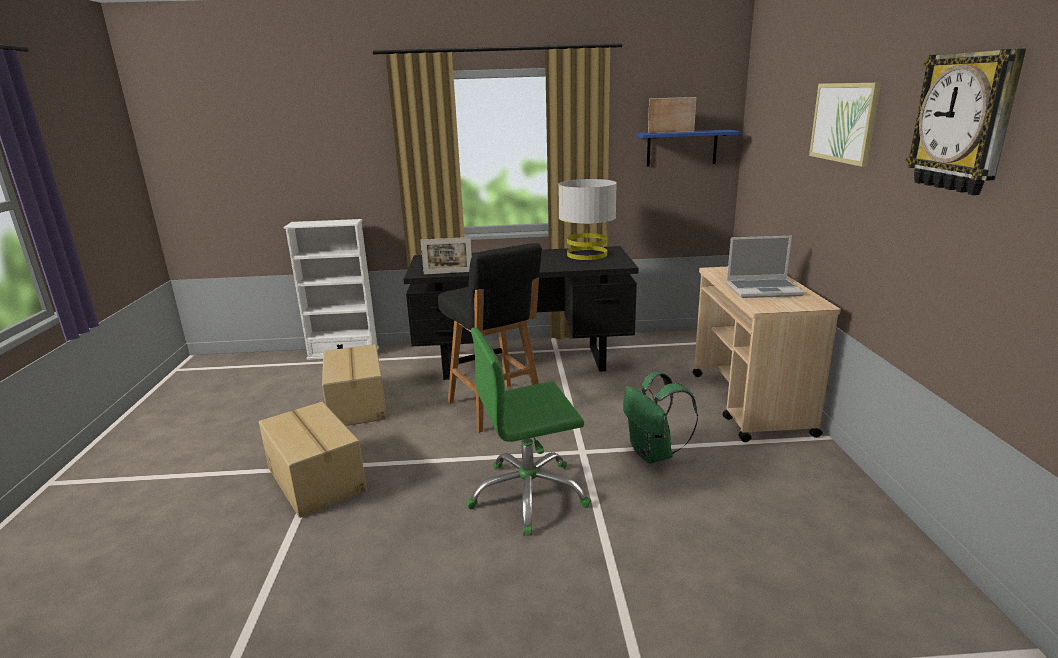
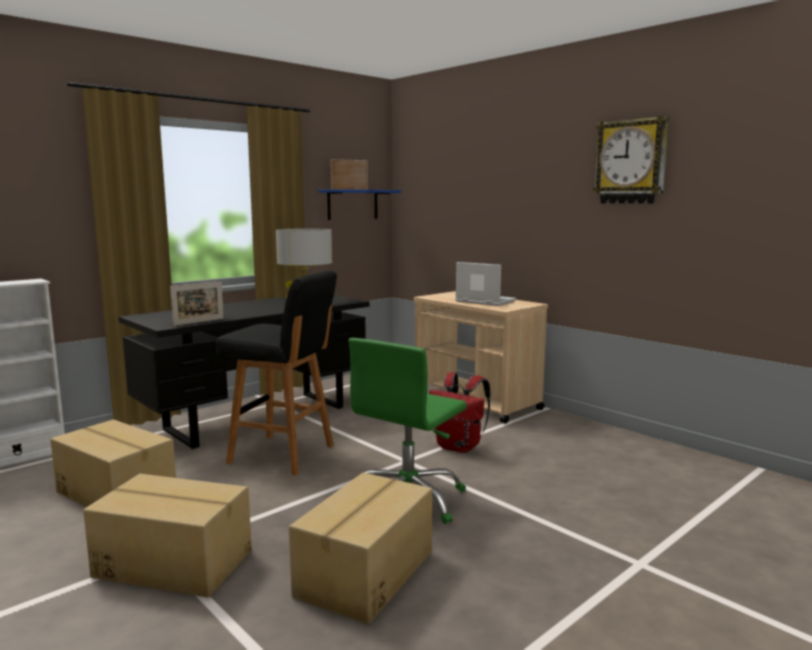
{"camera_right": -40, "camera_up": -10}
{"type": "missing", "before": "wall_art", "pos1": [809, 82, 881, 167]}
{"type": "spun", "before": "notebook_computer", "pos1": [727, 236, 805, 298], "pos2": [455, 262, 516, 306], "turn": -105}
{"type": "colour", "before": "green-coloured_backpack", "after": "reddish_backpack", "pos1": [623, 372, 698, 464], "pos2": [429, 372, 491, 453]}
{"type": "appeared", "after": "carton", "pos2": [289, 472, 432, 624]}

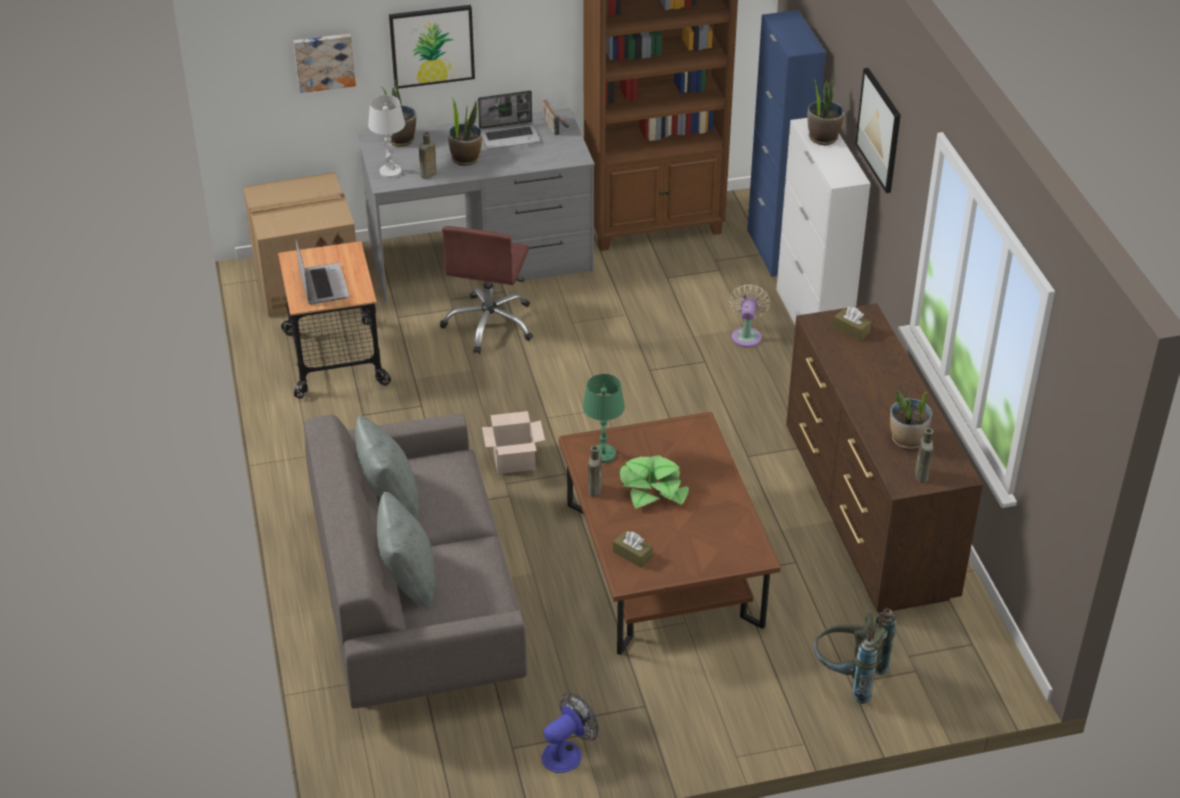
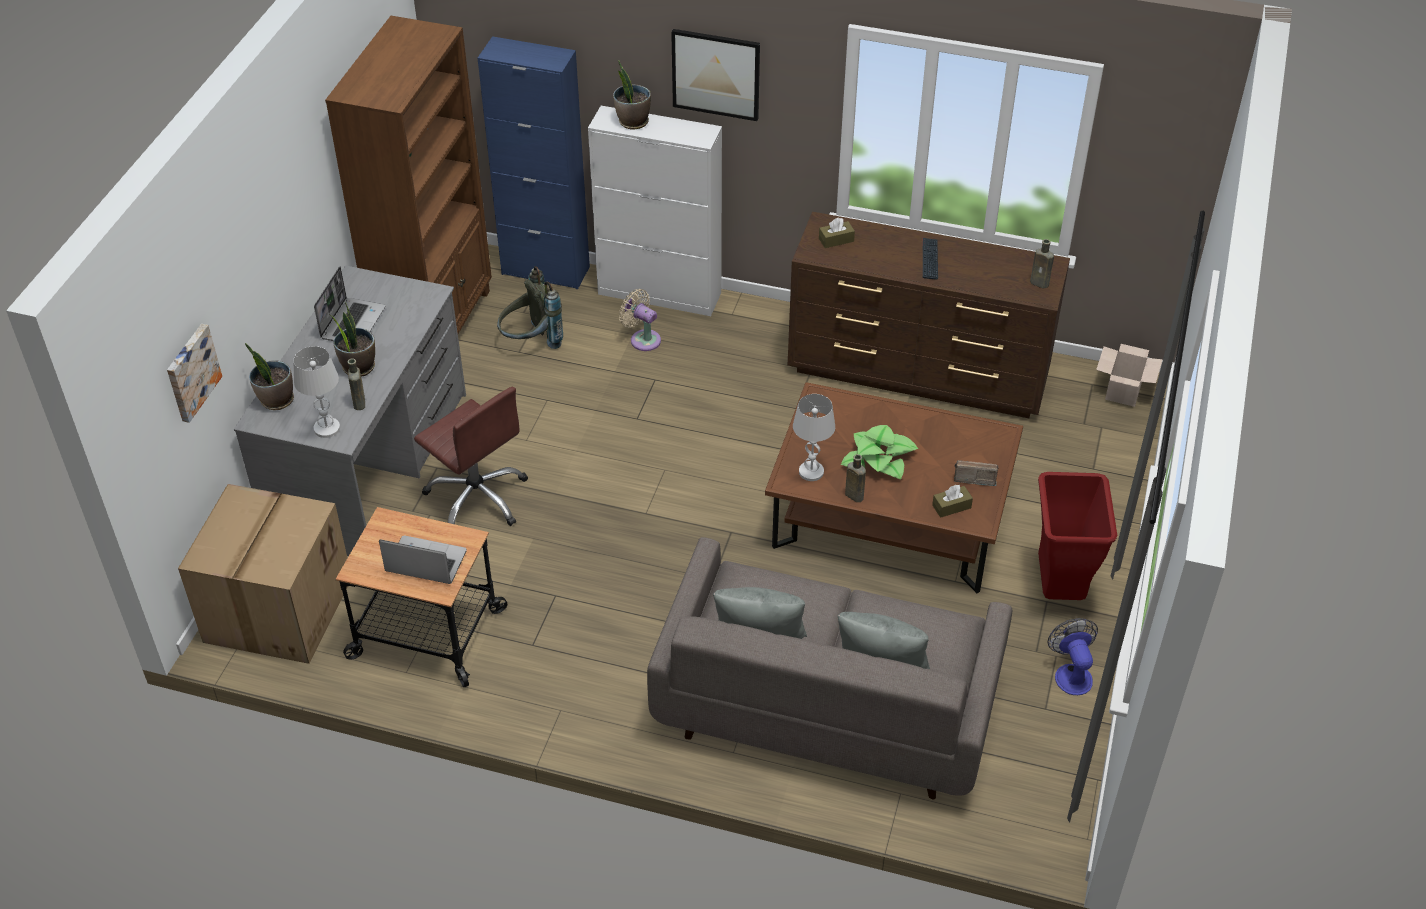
{"camera_right": -60, "camera_up": 5}
{"type": "missing", "before": "wall_art", "pos1": [389, 5, 475, 89]}
{"type": "relocated", "before": "radio_receiver", "pos1": [542, 99, 572, 136], "pos2": [954, 460, 999, 486]}
{"type": "colour", "before": "green-coloured_table_lamp", "after": "whitish_table_lamp", "pos1": [583, 374, 625, 463], "pos2": [793, 394, 835, 481]}
{"type": "missing", "before": "plant_in_a_pot", "pos1": [890, 391, 932, 449]}
{"type": "relocated", "before": "carton", "pos1": [482, 411, 545, 474], "pos2": [1096, 344, 1163, 407]}
{"type": "relocated", "before": "gray_backpack", "pos1": [813, 607, 896, 704], "pos2": [497, 266, 563, 349]}
{"type": "appeared", "after": "keyboard", "pos2": [923, 238, 938, 280]}
{"type": "appeared", "after": "reddish_rubbish_bin", "pos2": [1038, 472, 1117, 600]}

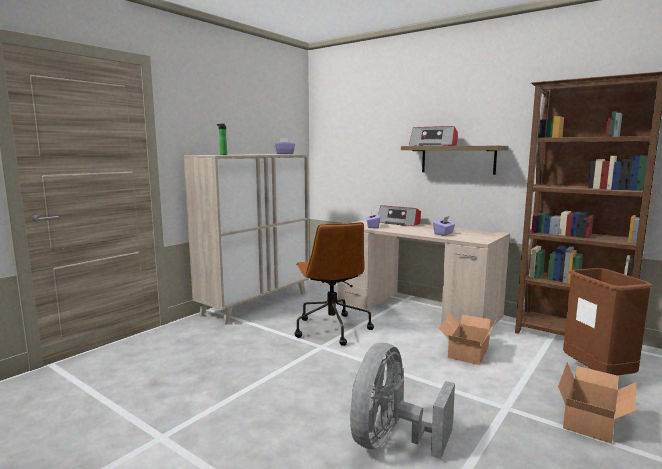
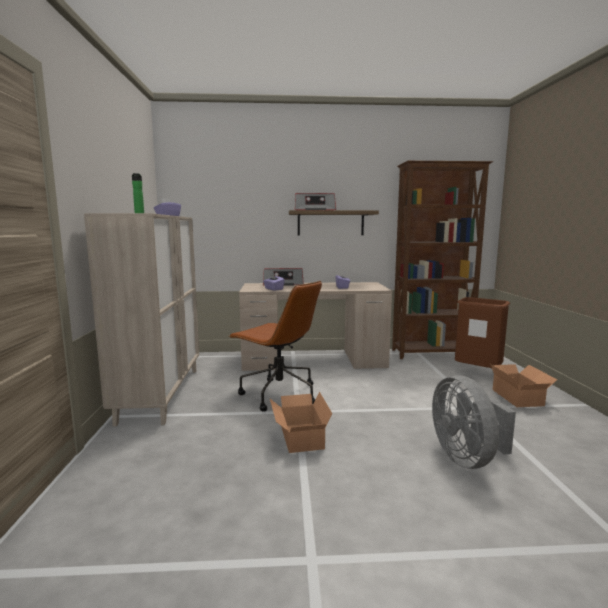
{"camera_right": -40, "camera_up": 0}
{"type": "relocated", "before": "carton", "pos1": [439, 313, 496, 365], "pos2": [270, 391, 332, 453]}

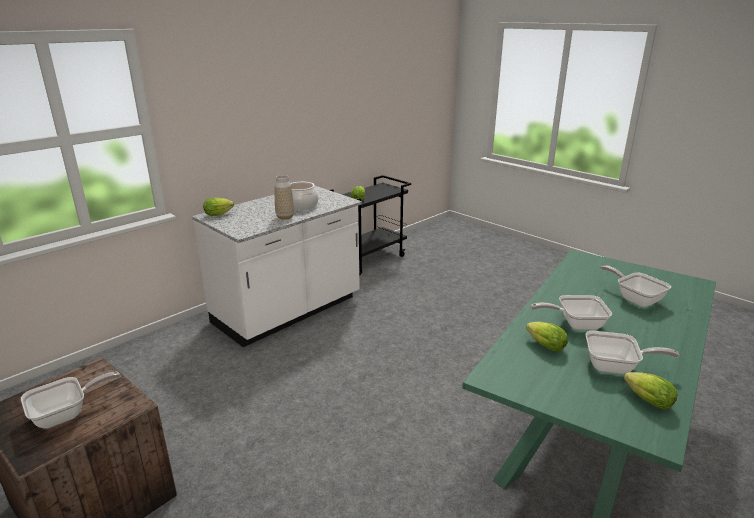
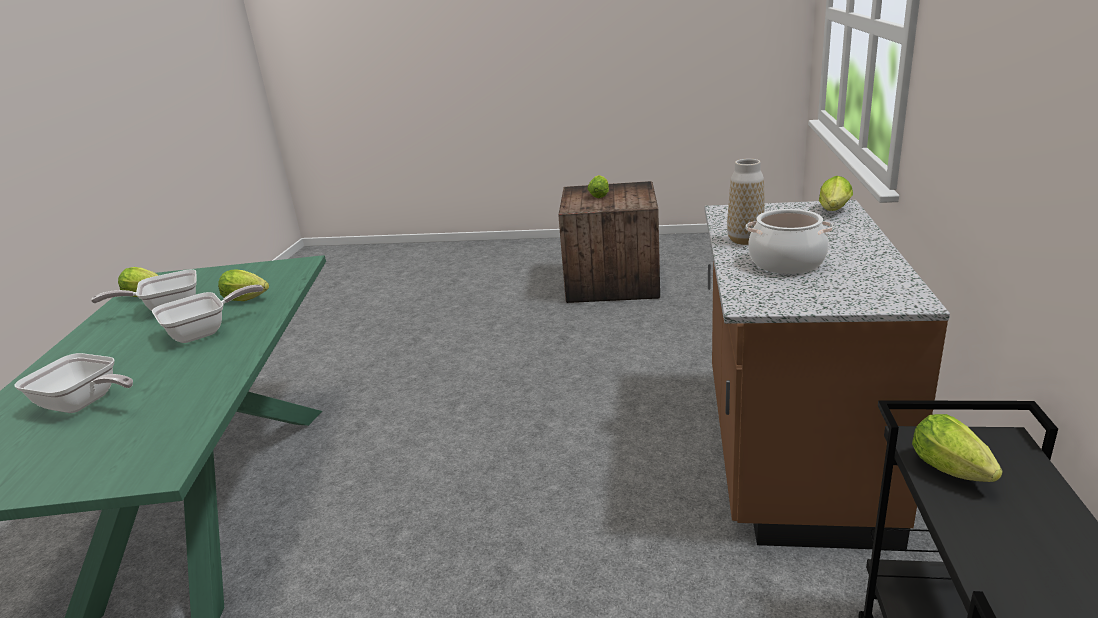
{"camera_right": 145, "camera_up": 0}
{"type": "colour", "before": "whitish_counter", "after": "brownish_counter", "pos1": [192, 186, 362, 347], "pos2": [705, 200, 950, 550]}
{"type": "exchanged", "before": "skillet", "after": "head_of_lettuce", "pos1": [21, 372, 120, 428], "pos2": [588, 175, 609, 198]}

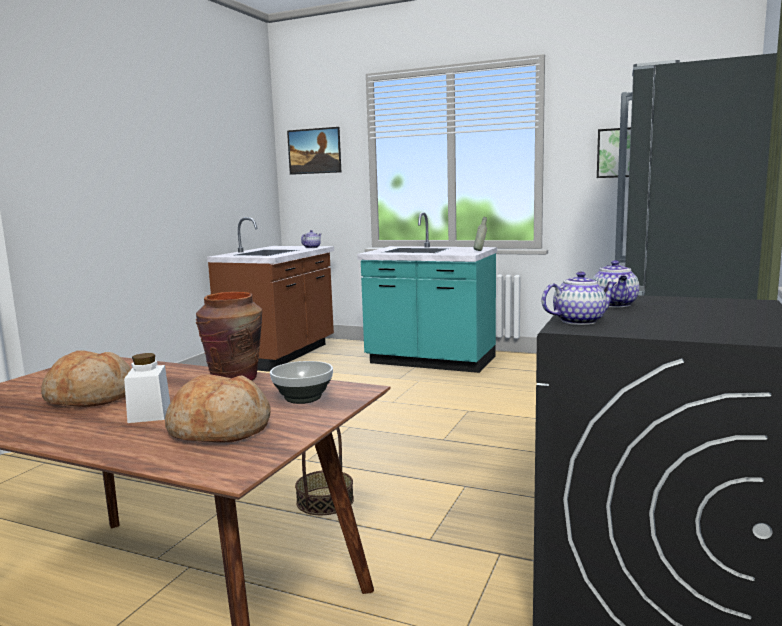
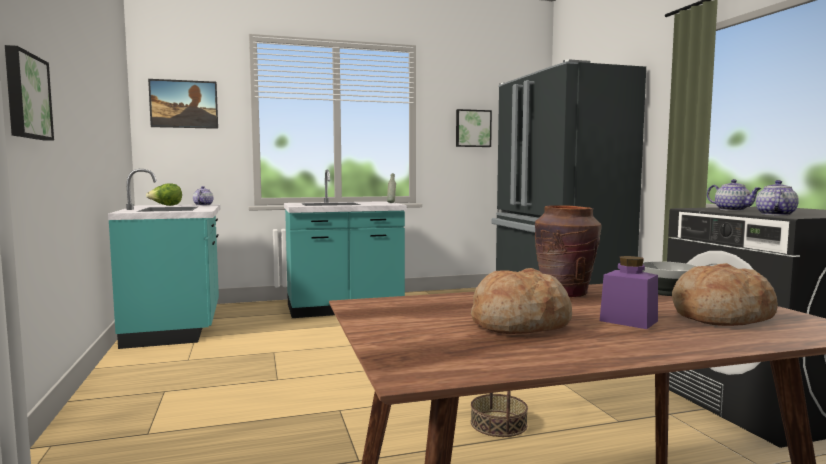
{"camera_right": -40, "camera_up": -5}
{"type": "colour", "before": "brownish_counter", "after": "turquoise_counter", "pos1": [207, 217, 334, 372], "pos2": [108, 169, 221, 349]}
{"type": "colour", "before": "whitish_jar", "after": "purplish_jar", "pos1": [124, 353, 170, 423], "pos2": [600, 256, 658, 329]}
{"type": "appeared", "after": "wall_art", "pos2": [5, 45, 54, 141]}
{"type": "appeared", "after": "head_of_lettuce", "pos2": [146, 183, 182, 206]}

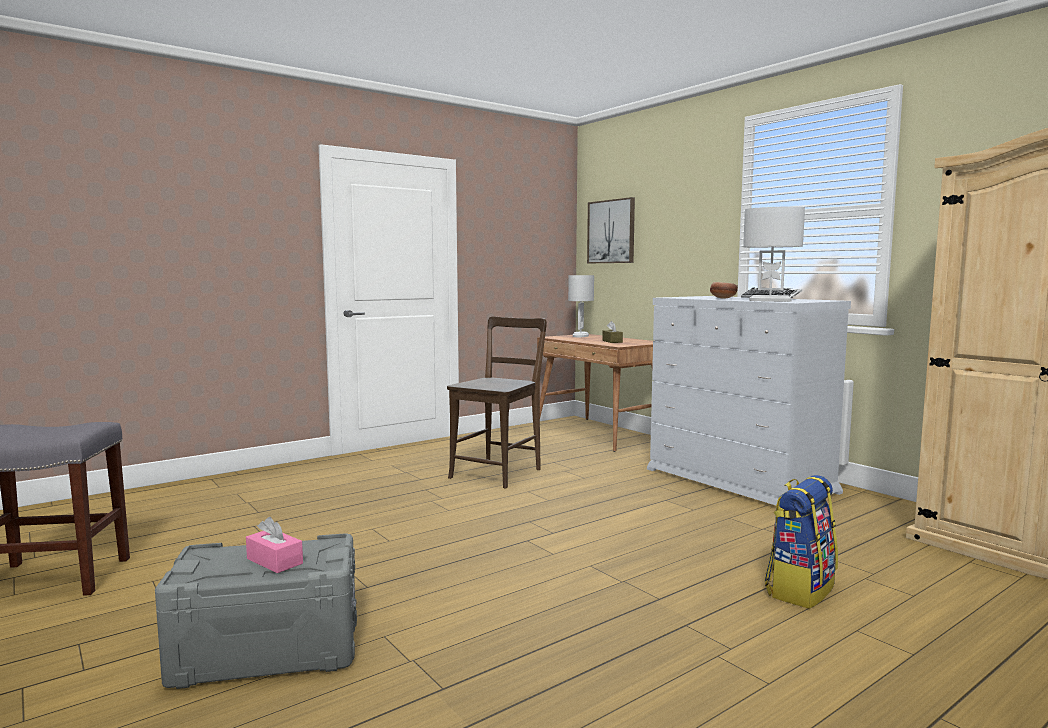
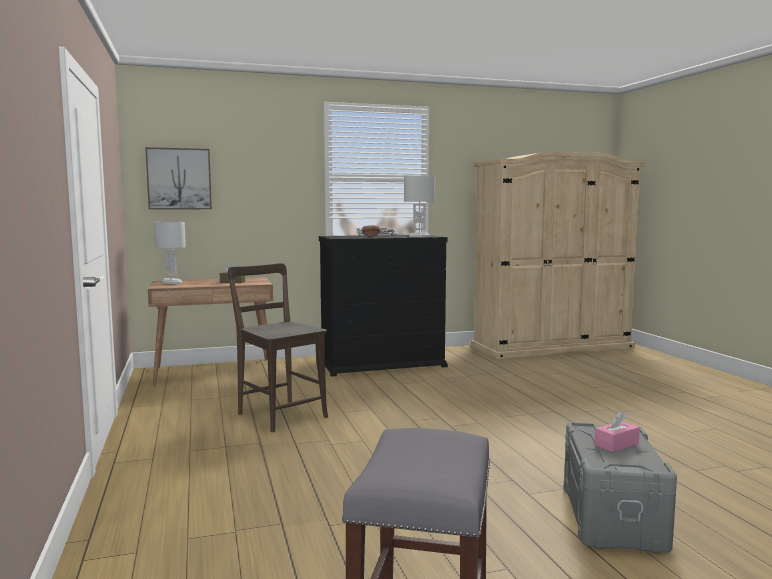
{"camera_right": -70, "camera_up": 0}
{"type": "colour", "before": "whitish_chest_of_drawers", "after": "blackish_chest_of_drawers", "pos1": [647, 296, 851, 505], "pos2": [319, 235, 448, 377]}
{"type": "missing", "before": "backpack", "pos1": [764, 475, 838, 609]}

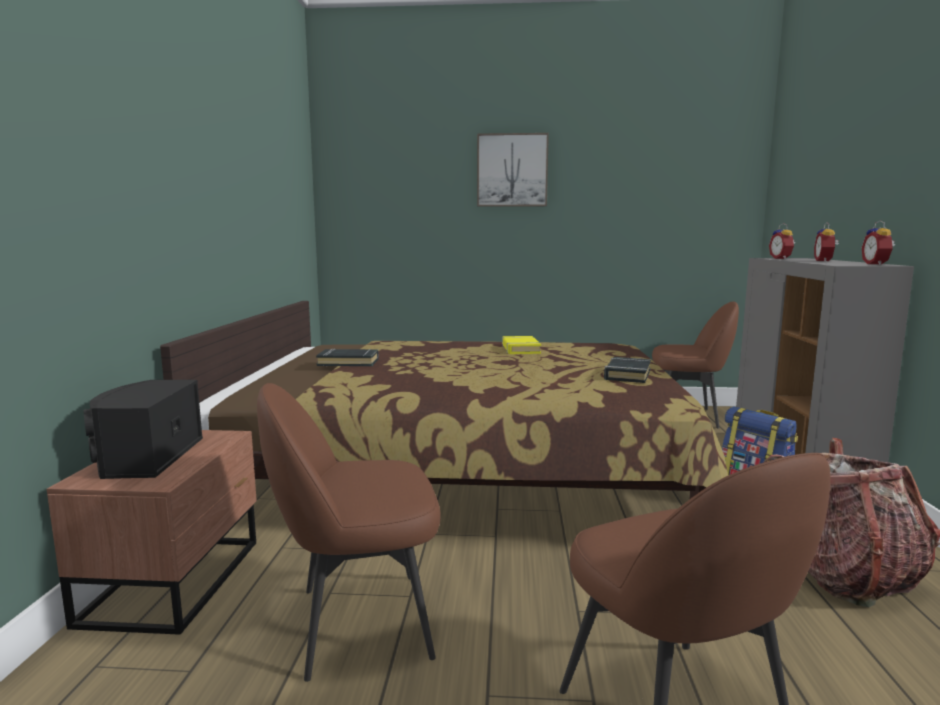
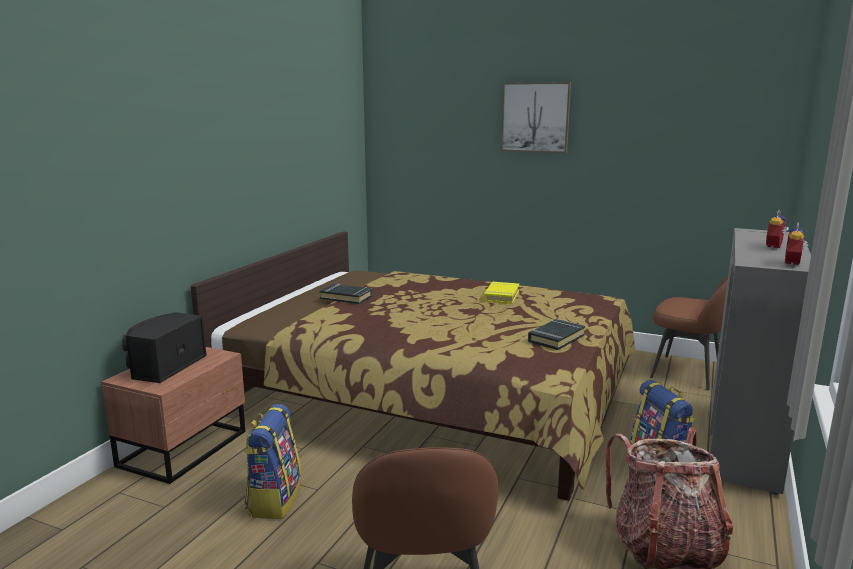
{"camera_right": 20, "camera_up": 5}
{"type": "missing", "before": "alarm_clock", "pos1": [769, 223, 795, 259]}
{"type": "exchanged", "before": "brownish_chair", "after": "backpack", "pos1": [257, 383, 441, 682], "pos2": [245, 404, 301, 519]}

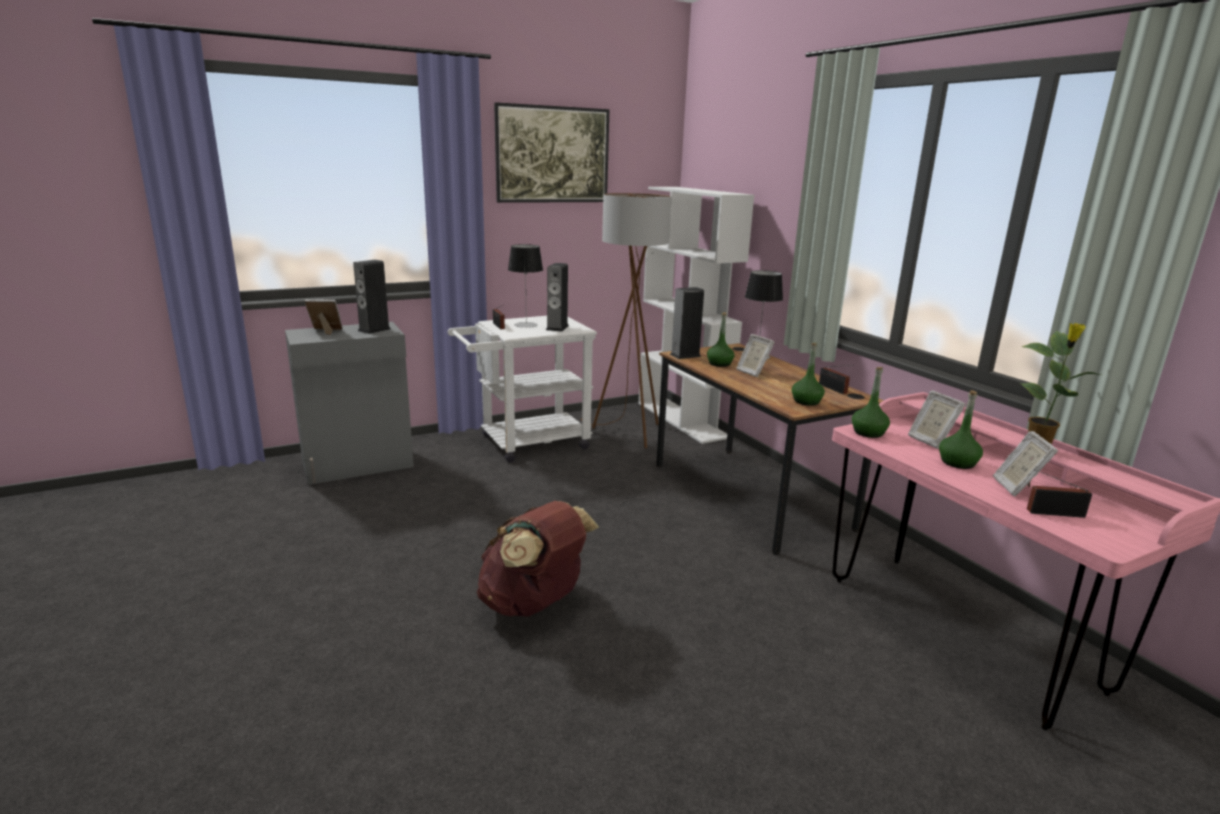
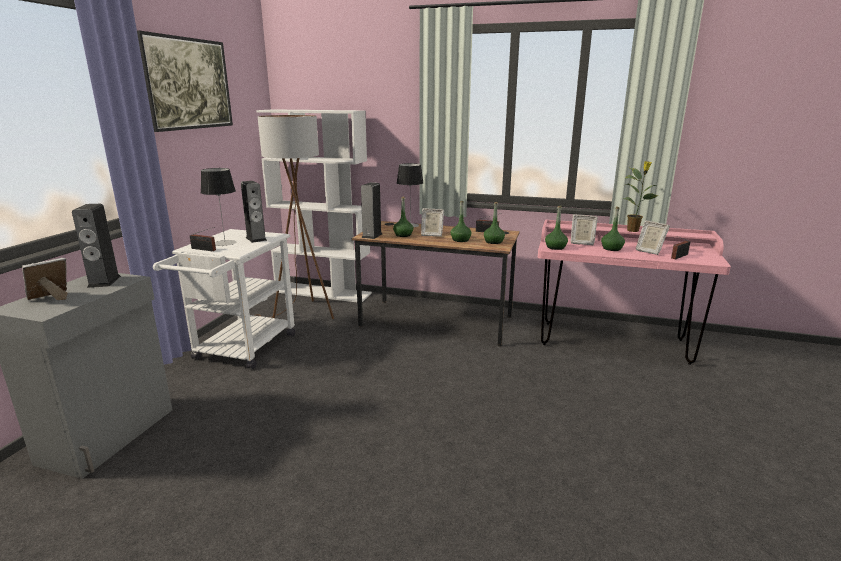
{"camera_right": -45, "camera_up": 0}
{"type": "missing", "before": "brownish_backpack", "pos1": [477, 501, 599, 617]}
{"type": "appeared", "after": "green-coloured_drink_bottle", "pos2": [451, 201, 472, 242]}

